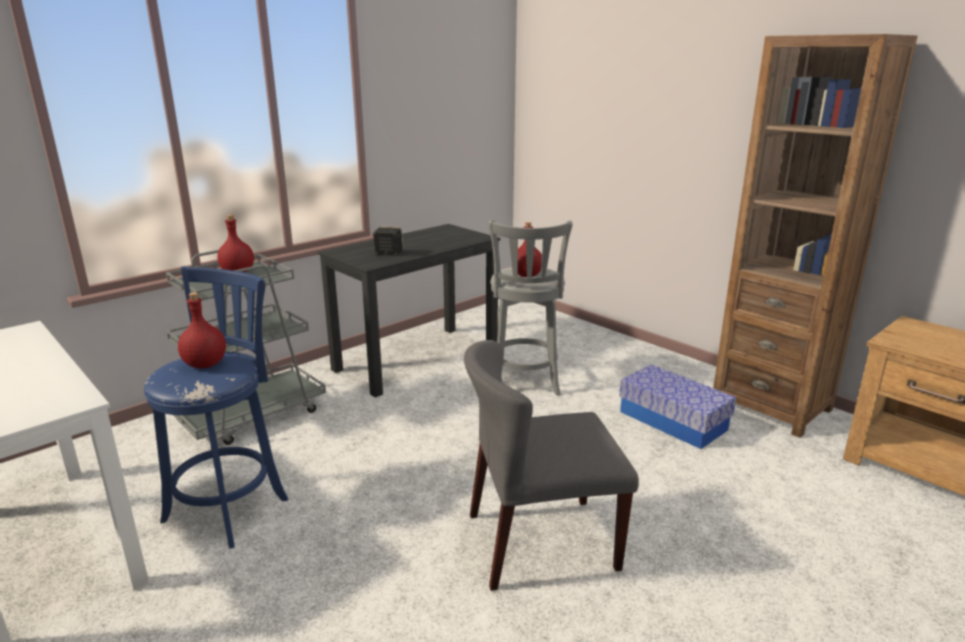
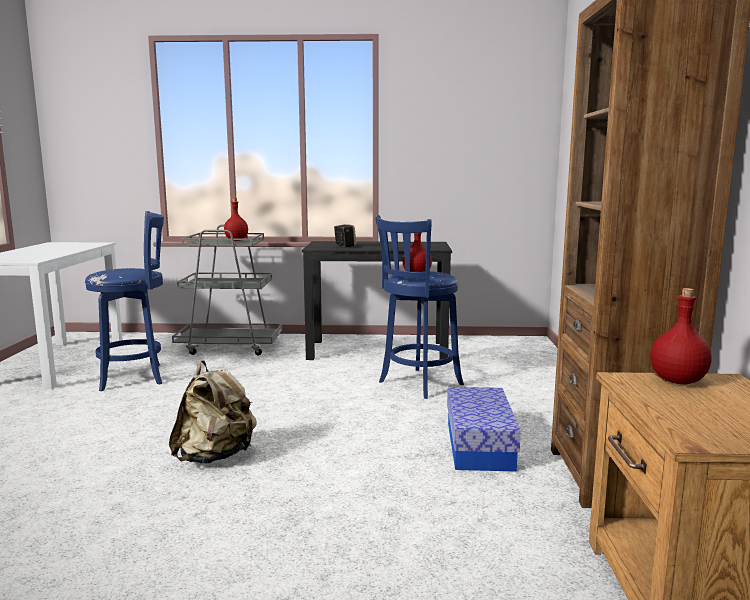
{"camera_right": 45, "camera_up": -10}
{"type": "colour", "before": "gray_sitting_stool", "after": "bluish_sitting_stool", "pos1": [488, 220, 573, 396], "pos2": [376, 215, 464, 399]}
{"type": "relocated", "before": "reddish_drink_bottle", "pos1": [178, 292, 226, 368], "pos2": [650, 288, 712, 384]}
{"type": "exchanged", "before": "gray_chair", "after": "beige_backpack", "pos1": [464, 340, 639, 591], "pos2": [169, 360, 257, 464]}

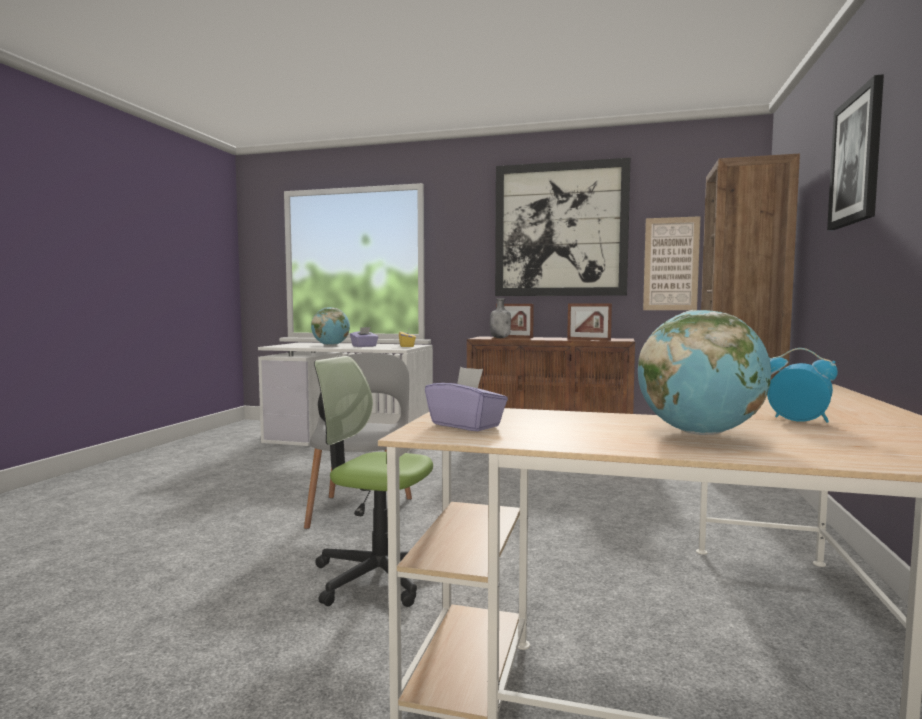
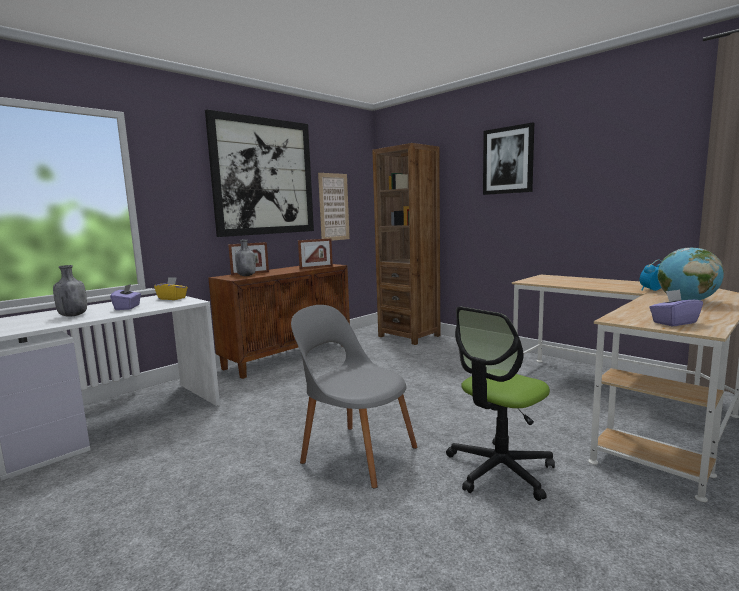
{"camera_right": -60, "camera_up": 5}
{"type": "exchanged", "before": "globe", "after": "gray_drink_bottle", "pos1": [311, 307, 350, 346], "pos2": [53, 265, 87, 317]}

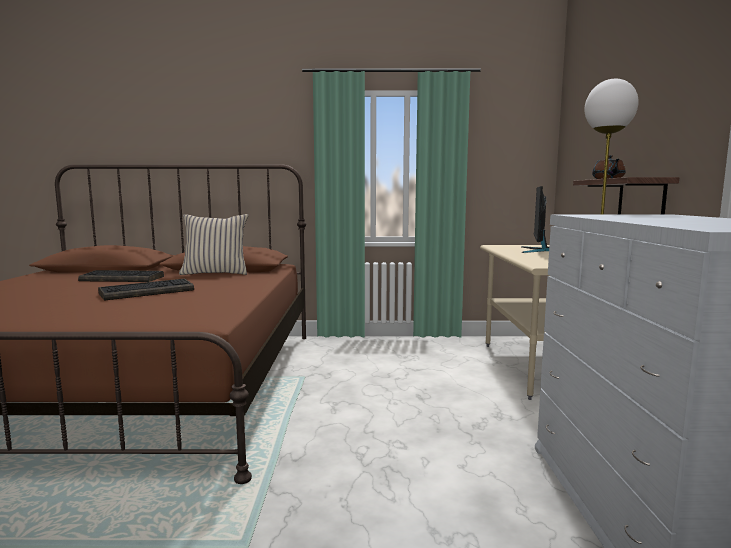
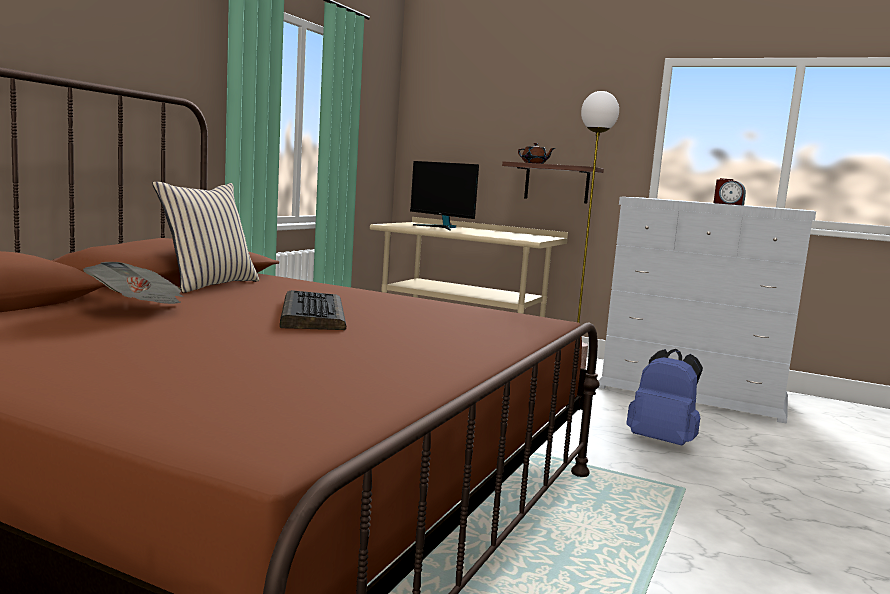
{"camera_right": -65, "camera_up": 0}
{"type": "exchanged", "before": "keyboard", "after": "printed_paper", "pos1": [78, 270, 164, 282], "pos2": [83, 262, 184, 304]}
{"type": "appeared", "after": "alarm_clock", "pos2": [714, 178, 746, 205]}
{"type": "appeared", "after": "bluish_backpack", "pos2": [626, 349, 703, 445]}

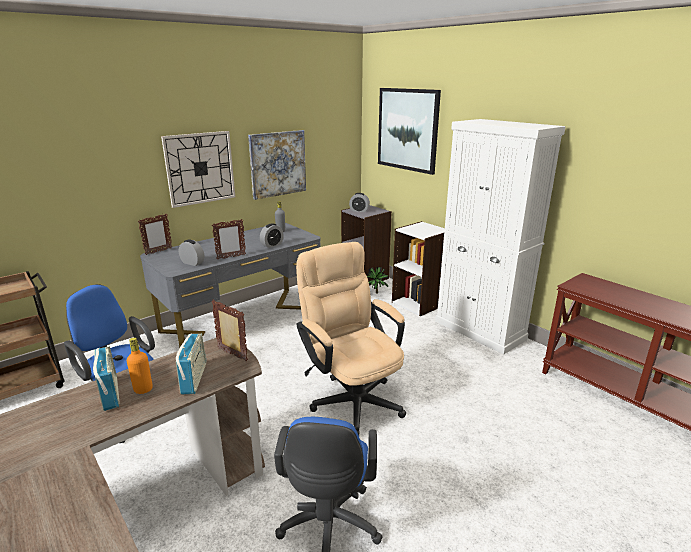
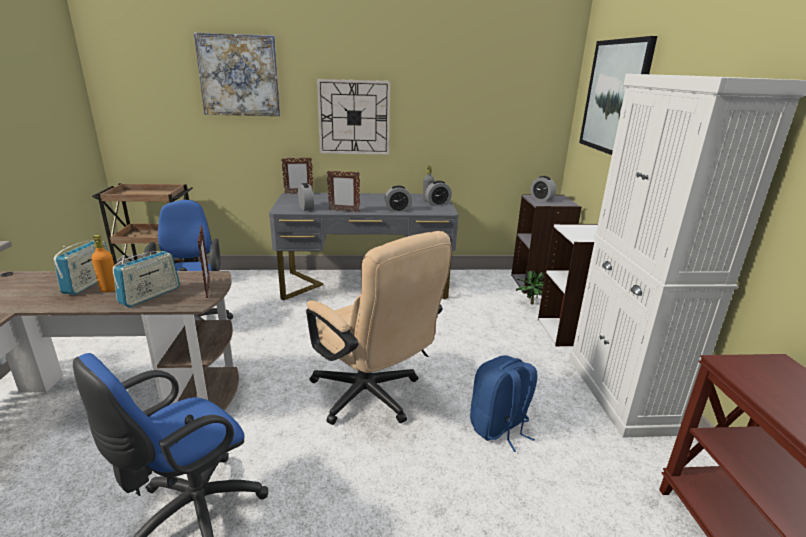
{"camera_right": 35, "camera_up": 0}
{"type": "relocated", "before": "wall_art", "pos1": [248, 130, 306, 200], "pos2": [194, 33, 280, 116]}
{"type": "spun", "before": "beige_computer_chair", "pos1": [296, 242, 406, 435], "pos2": [306, 231, 452, 425], "turn": 135}
{"type": "appeared", "after": "alarm_clock", "pos2": [425, 181, 452, 206]}
{"type": "appeared", "after": "bluish_backpack", "pos2": [470, 355, 538, 452]}

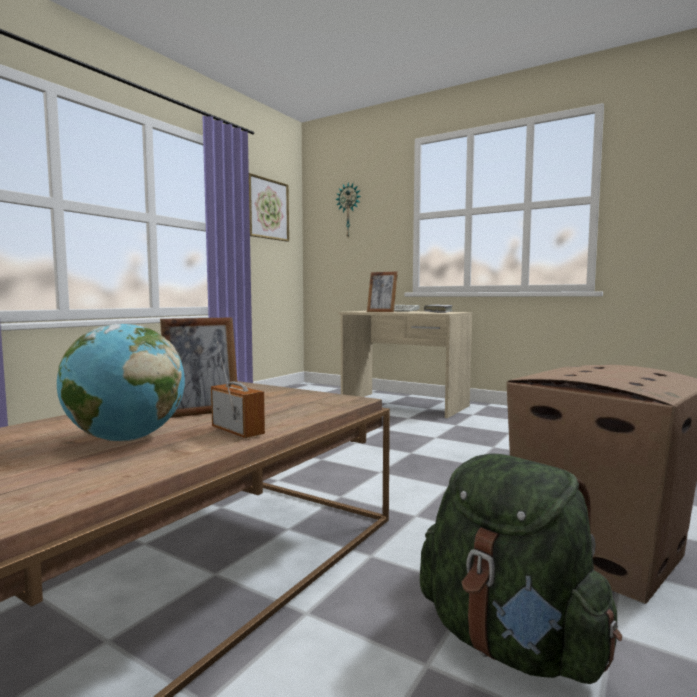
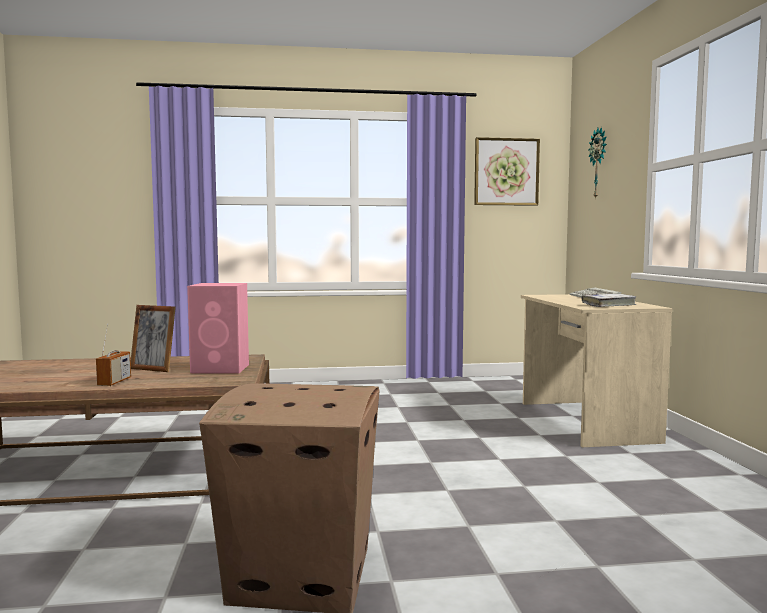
{"camera_right": 50, "camera_up": 0}
{"type": "missing", "before": "picture_frame", "pos1": [367, 271, 398, 312]}
{"type": "missing", "before": "globe", "pos1": [57, 324, 185, 441]}
{"type": "missing", "before": "green-coloured_backpack", "pos1": [420, 453, 622, 684]}
{"type": "appeared", "after": "pink_audio_speaker", "pos2": [187, 283, 249, 373]}

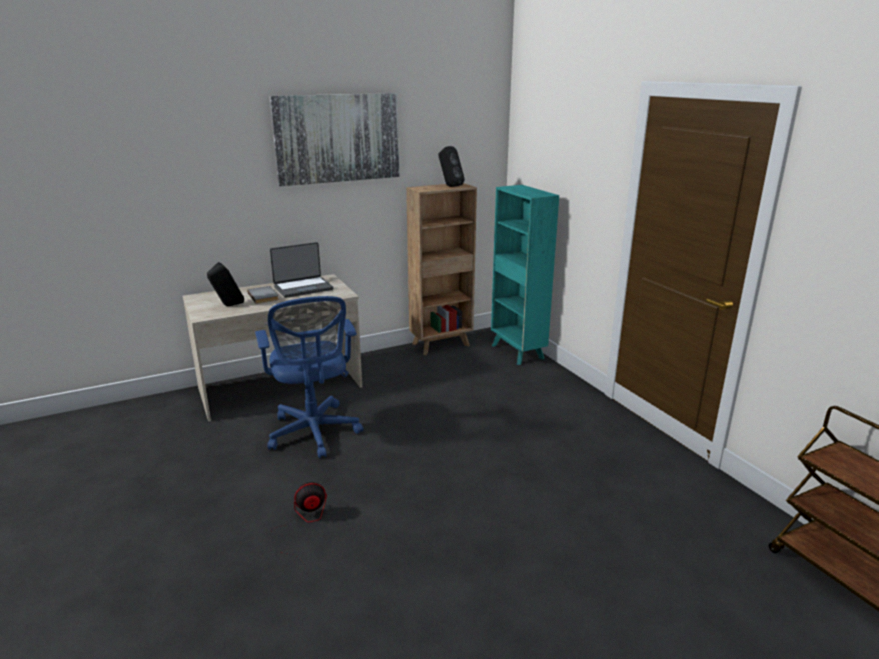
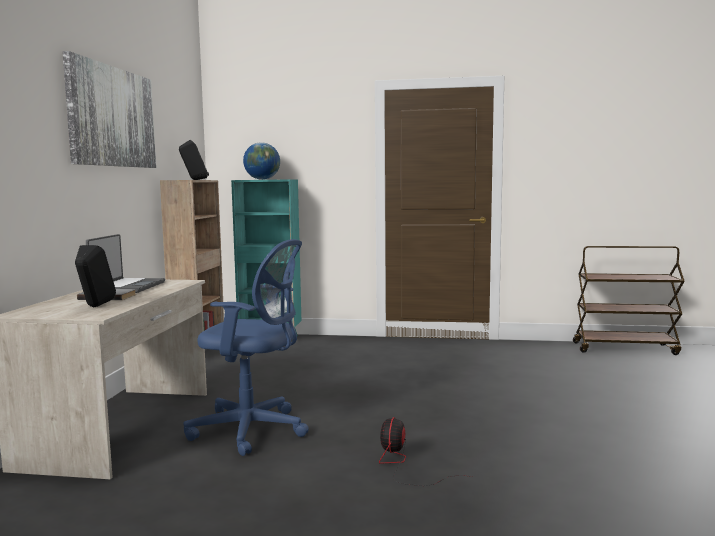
{"camera_right": -55, "camera_up": -15}
{"type": "appeared", "after": "globe", "pos2": [243, 142, 280, 180]}

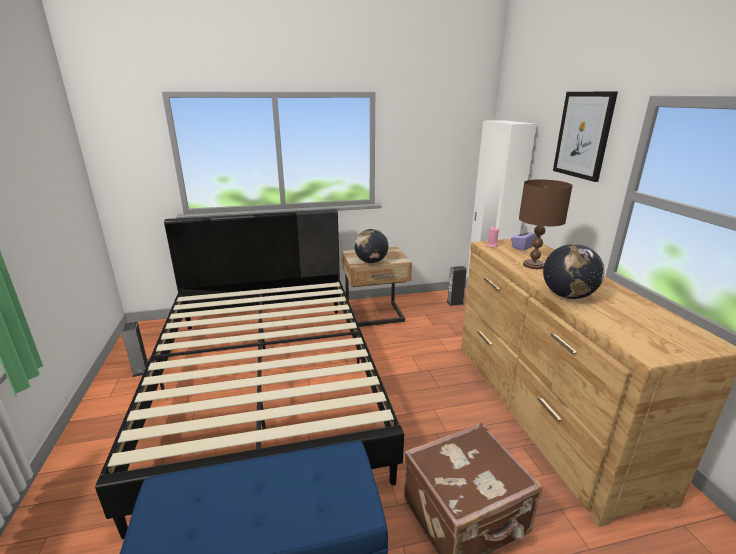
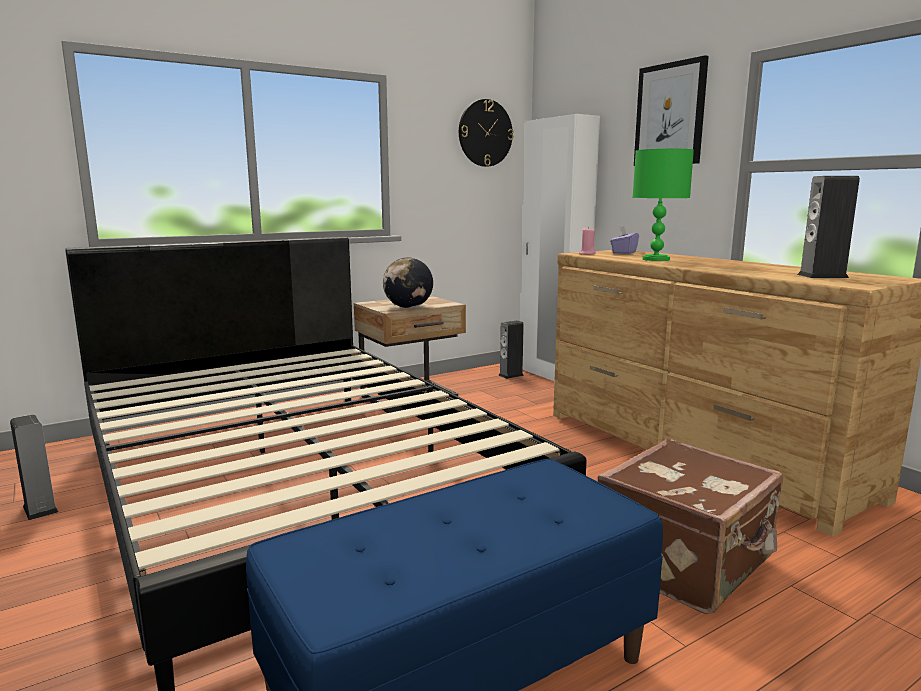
{"camera_right": -20, "camera_up": -10}
{"type": "colour", "before": "brownish_table_lamp", "after": "green-coloured_table_lamp", "pos1": [519, 179, 573, 269], "pos2": [633, 149, 694, 261]}
{"type": "missing", "before": "globe", "pos1": [543, 244, 605, 299]}
{"type": "appeared", "after": "clock_on_the_wall", "pos2": [459, 99, 514, 167]}
{"type": "appeared", "after": "audio_speaker", "pos2": [797, 176, 860, 278]}

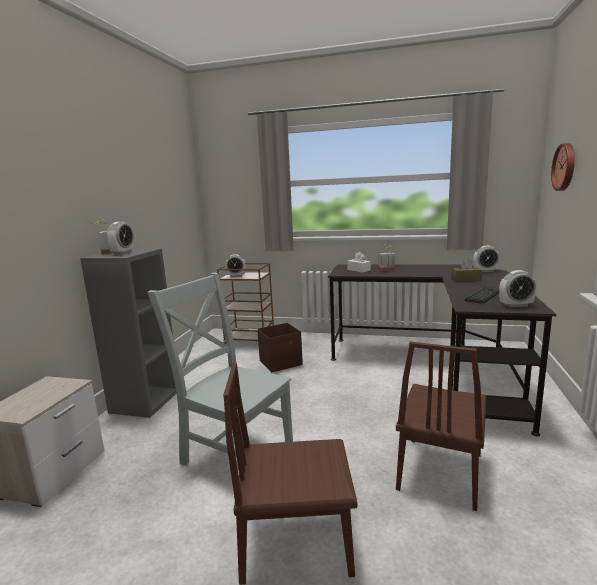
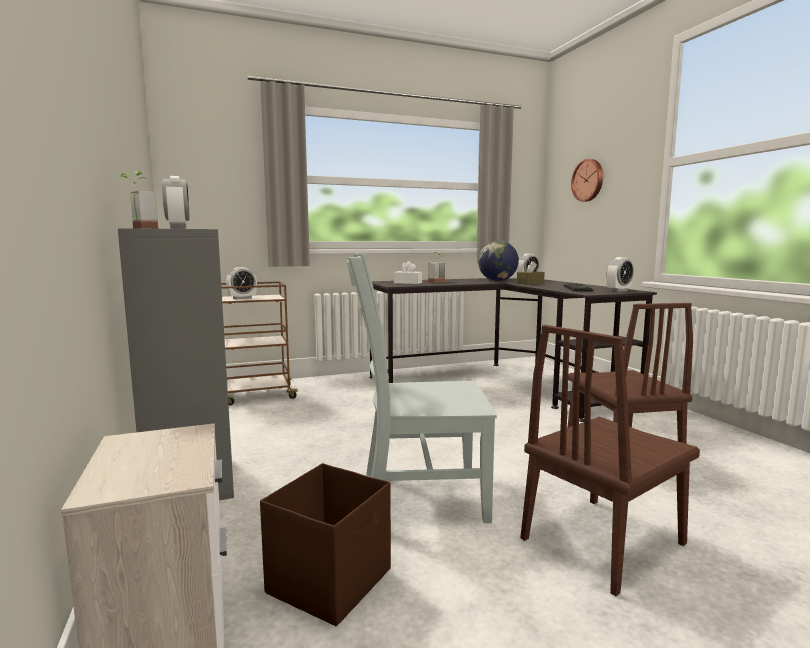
{"camera_right": -35, "camera_up": -5}
{"type": "relocated", "before": "brownish_storage_bin", "pos1": [257, 323, 303, 372], "pos2": [260, 464, 391, 626]}
{"type": "appeared", "after": "globe", "pos2": [478, 241, 519, 281]}

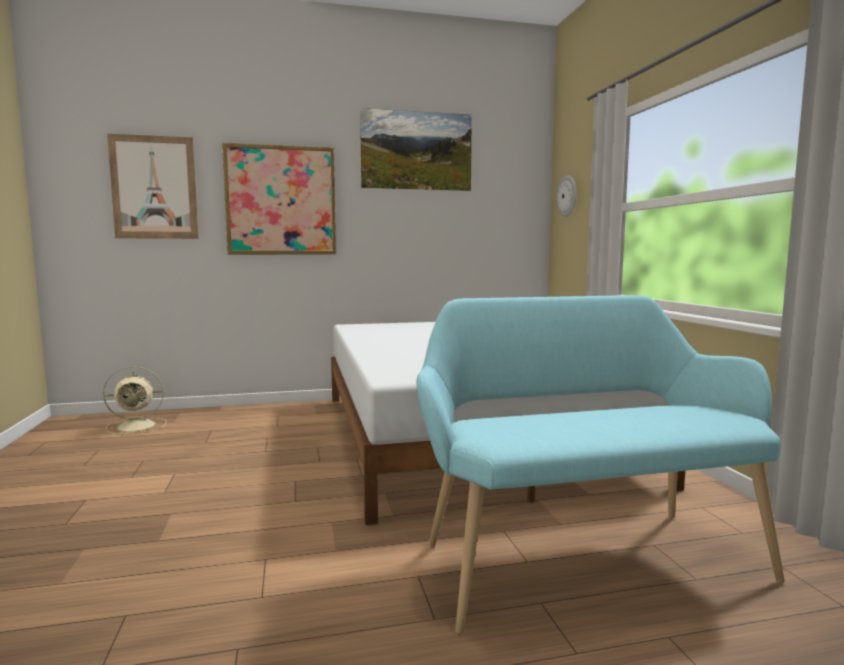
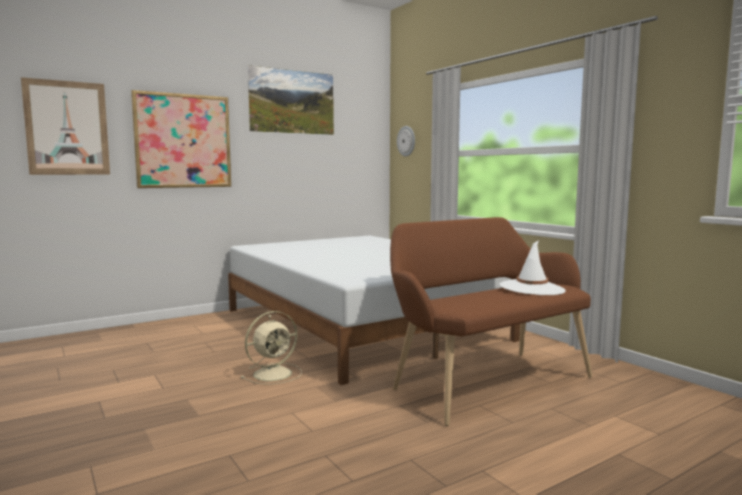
{"camera_right": -20, "camera_up": 0}
{"type": "colour", "before": "turquoise_bench", "after": "brownish_bench", "pos1": [416, 295, 785, 635], "pos2": [390, 217, 592, 426]}
{"type": "relocated", "before": "beige_cooling_fan", "pos1": [103, 366, 167, 435], "pos2": [241, 311, 302, 385]}
{"type": "appeared", "after": "whitish_hat", "pos2": [500, 240, 566, 295]}

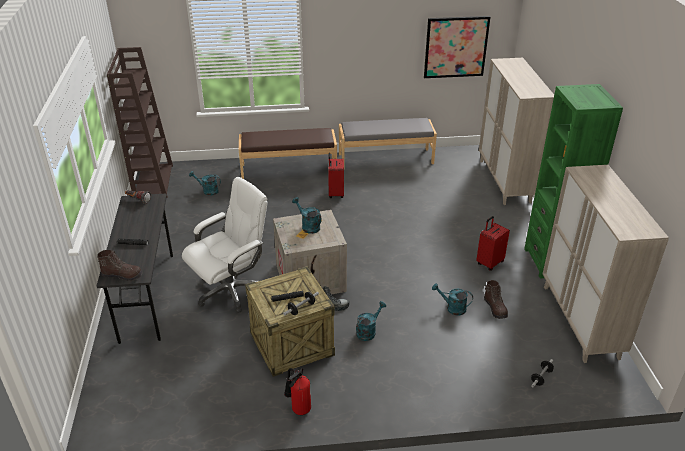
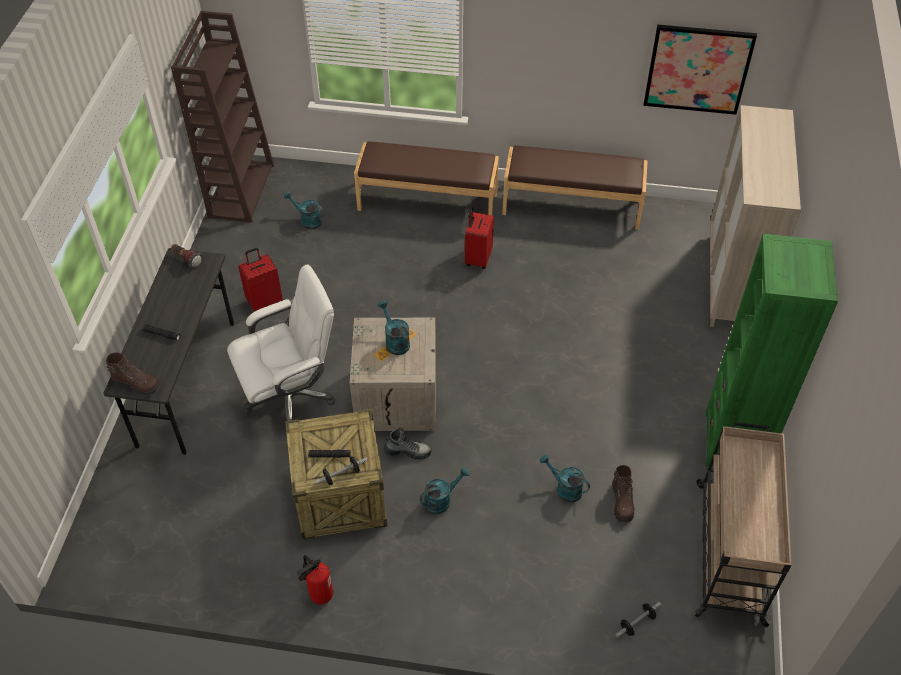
{"camera_right": 15, "camera_up": 15}
{"type": "colour", "before": "gray_bench", "after": "brownish_bench", "pos1": [339, 118, 437, 169], "pos2": [502, 145, 648, 230]}
{"type": "exchanged", "before": "beige_cupboard", "after": "beige_cart", "pos1": [543, 165, 669, 363], "pos2": [695, 422, 792, 627]}
{"type": "relocated", "before": "reddish_piece_of_luggage", "pos1": [476, 216, 510, 271], "pos2": [238, 248, 283, 311]}

